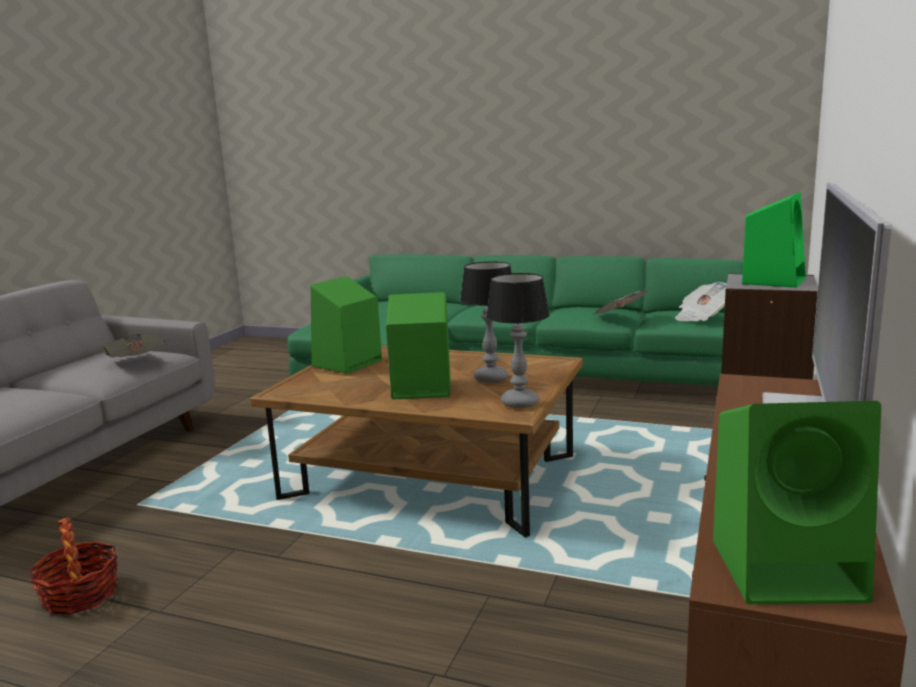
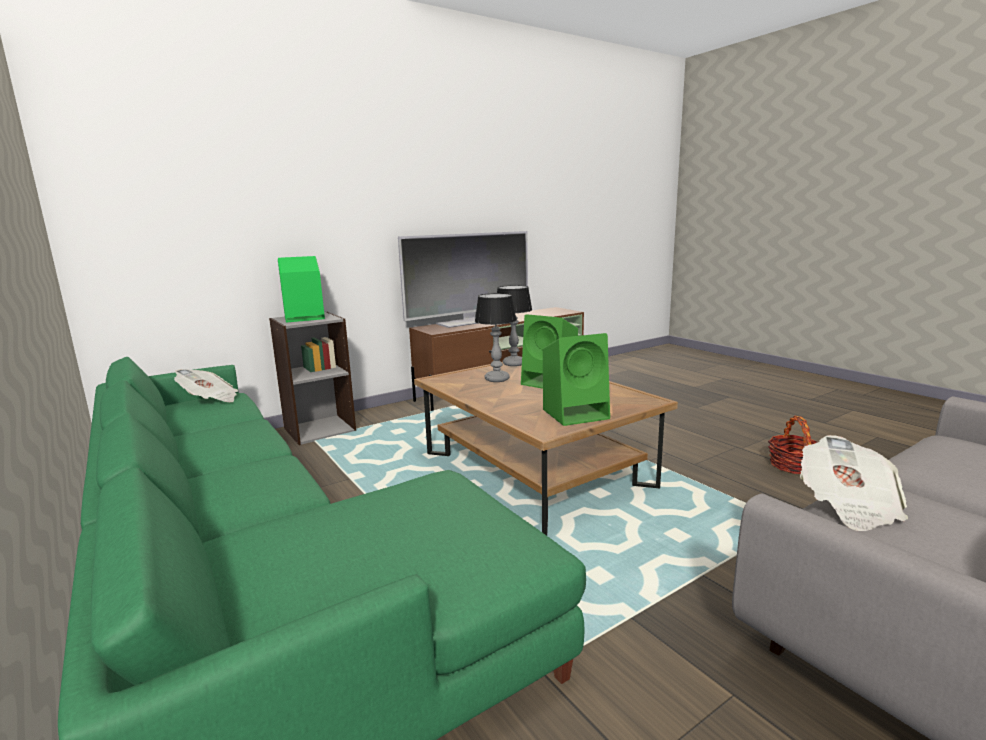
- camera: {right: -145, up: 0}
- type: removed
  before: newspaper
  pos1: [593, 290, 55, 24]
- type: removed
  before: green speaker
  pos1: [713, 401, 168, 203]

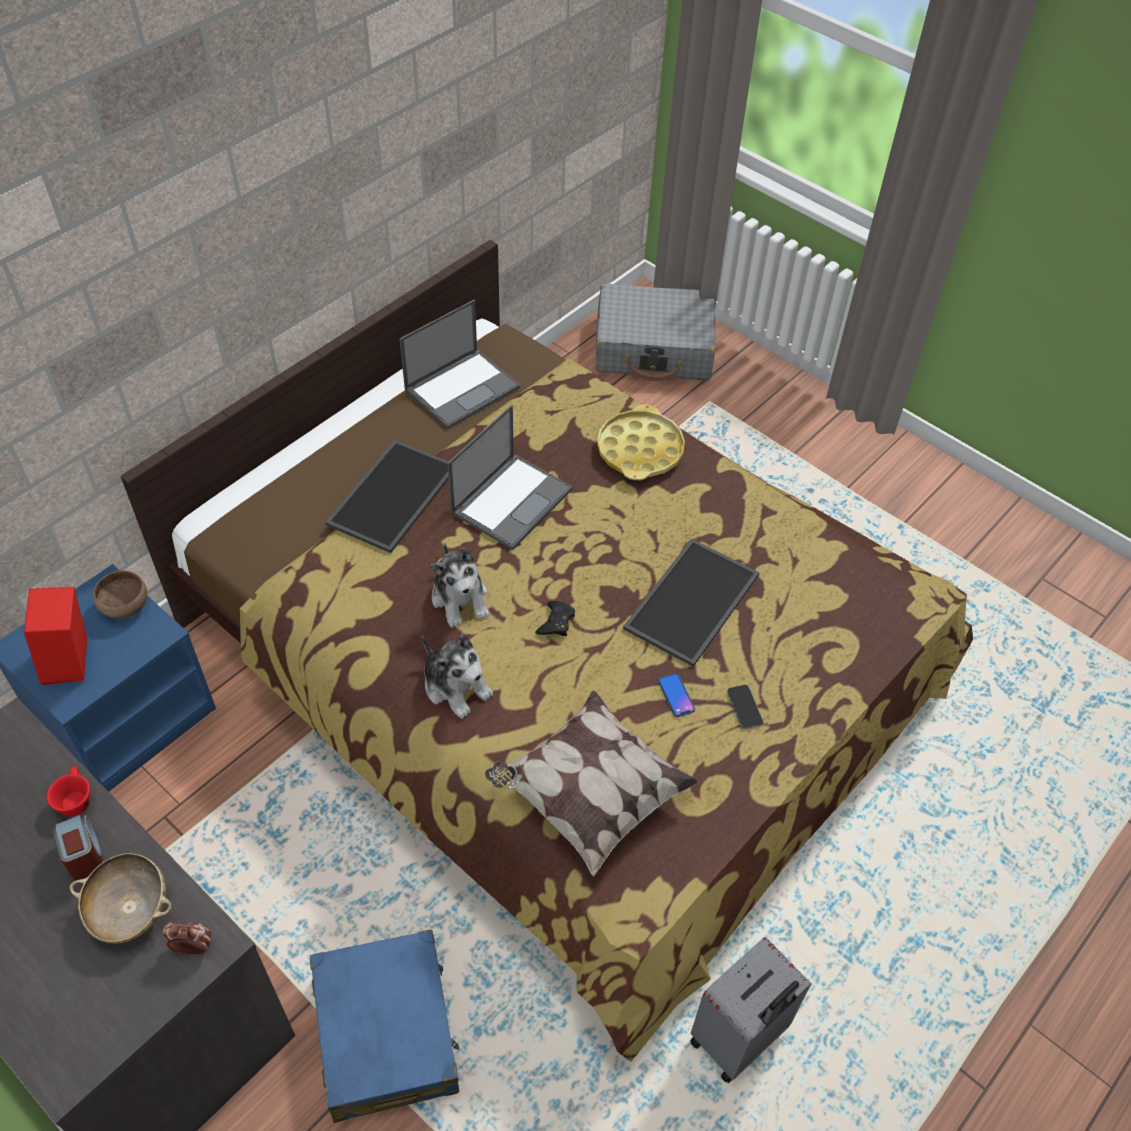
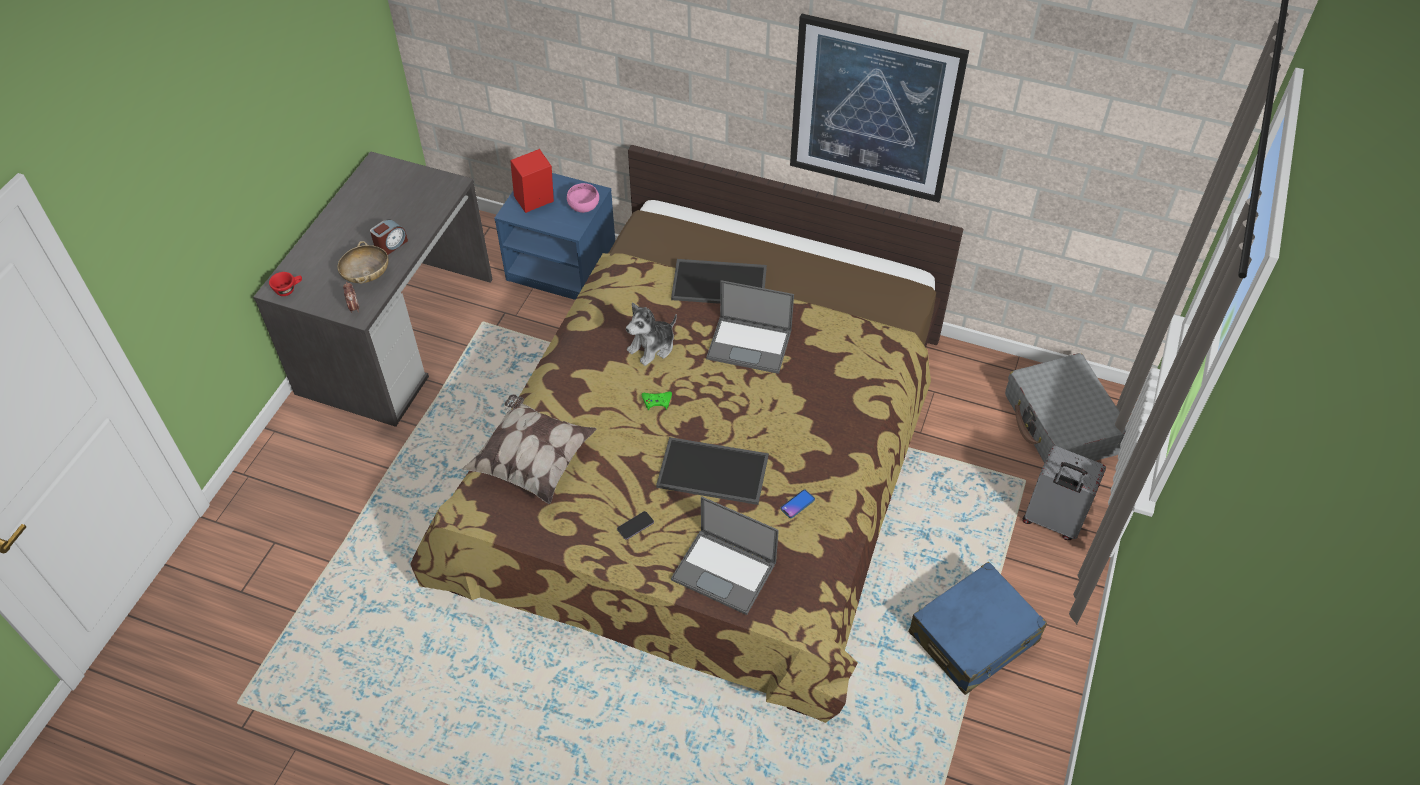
- camera: {right: 70, up: 0}
- type: moved
  before: red cup
  pos1: [47, 766, 44, 50]
  pos2: [269, 272, 33, 24]
- type: recoloured
  before: brown bowl
  after: pink bowl
  pos1: [93, 571, 54, 47]
  pos2: [567, 183, 32, 30]
- type: recoloured
  before: black game controller
  after: green game controller
  pos1: [535, 601, 40, 35]
  pos2: [642, 391, 30, 19]
- type: moved
  before: laptop
  pos1: [399, 300, 121, 129]
  pos2: [671, 496, 108, 119]
- type: moved
  before: phone
  pos1: [658, 673, 37, 44]
  pos2: [780, 489, 35, 29]
- type: added
  after: picture
  pos2: [790, 13, 179, 190]
- type: moved
  before: blue suitcase
  pos1: [310, 930, 149, 193]
  pos2: [909, 561, 138, 134]
- type: moved
  before: grey suitcase
  pos1: [690, 937, 121, 146]
  pos2: [1023, 446, 83, 94]
- type: removed
  before: plush toy
  pos1: [422, 635, 71, 84]
- type: removed
  before: yellow tray
  pos1: [597, 405, 88, 75]

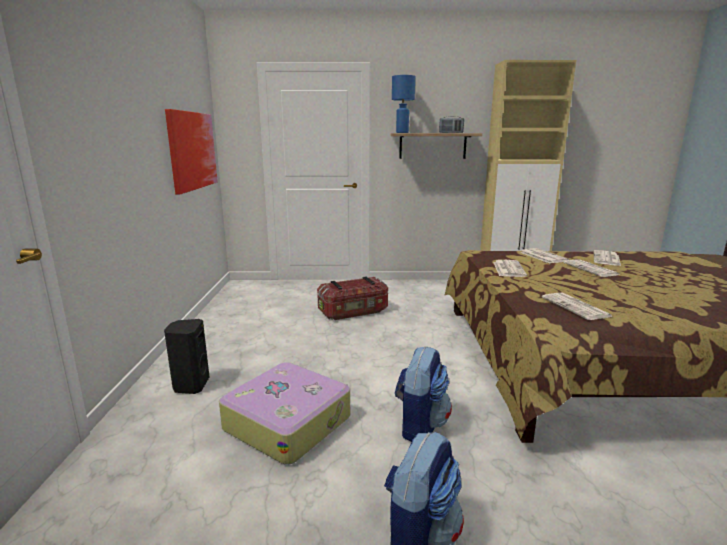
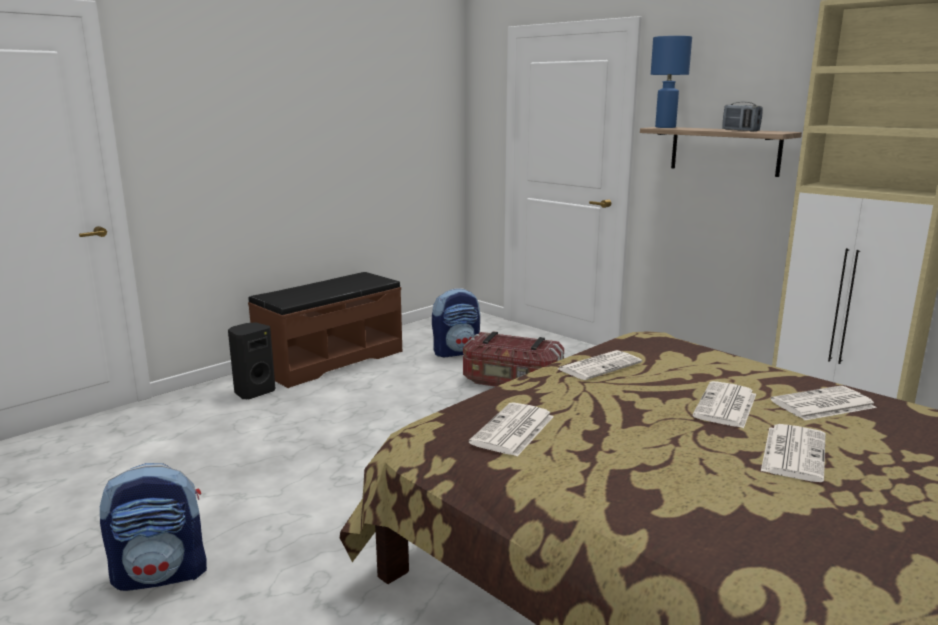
- camera: {right: 45, up: 0}
- type: added
  after: brown bench
  pos2: [248, 272, 154, 116]
- type: moved
  before: backpack
  pos1: [395, 346, 57, 96]
  pos2: [432, 288, 48, 69]
- type: moved
  before: newspaper
  pos1: [520, 248, 49, 15]
  pos2: [761, 424, 64, 58]
- type: removed
  before: picture
  pos1: [165, 109, 53, 86]
- type: removed
  before: suitcase
  pos1: [219, 362, 131, 103]

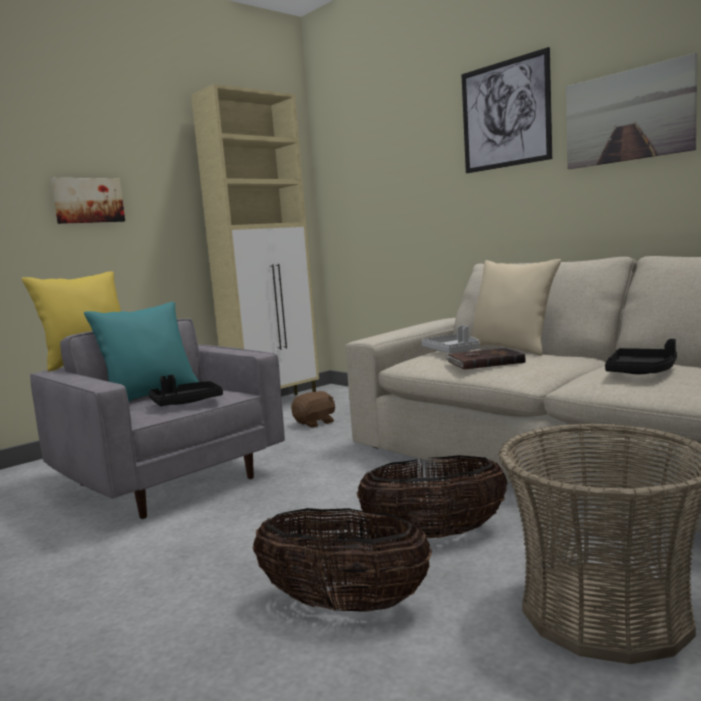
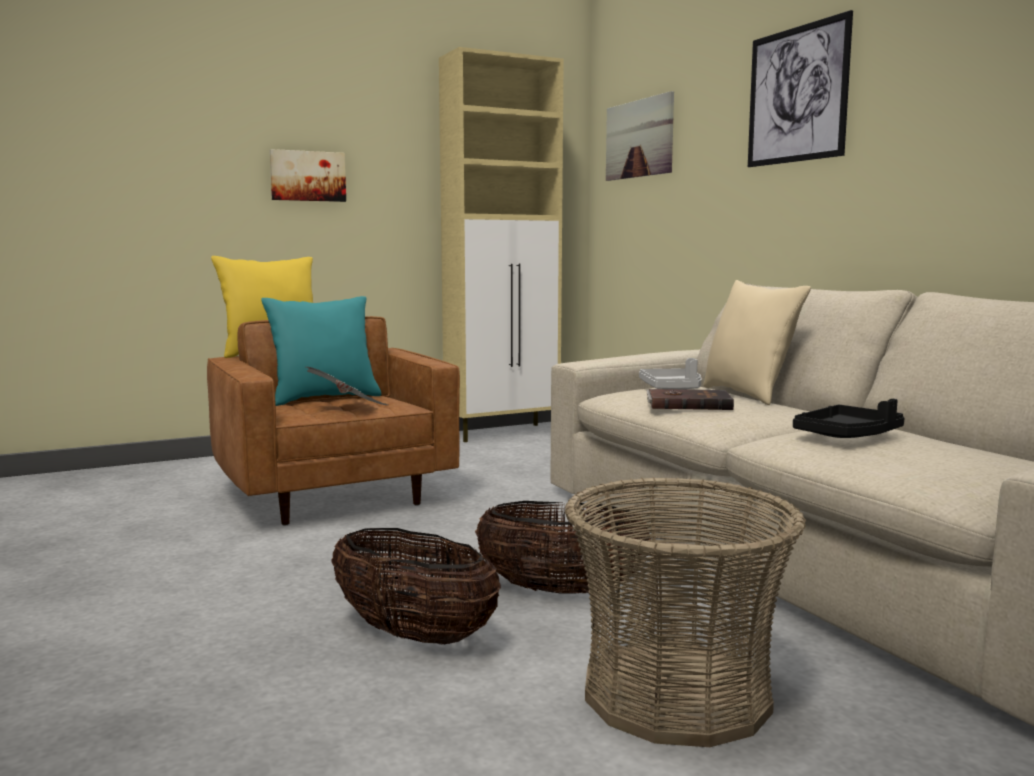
- camera: {right: 15, up: 0}
- type: recoloured
  before: grey armchair
  after: brown armchair
  pos1: [30, 319, 255, 200]
  pos2: [207, 316, 253, 210]
- type: replaced
  before: black tray
  after: newspaper
  pos1: [148, 375, 75, 31]
  pos2: [306, 367, 82, 38]
- type: moved
  before: picture
  pos1: [566, 53, 131, 116]
  pos2: [606, 91, 68, 90]
- type: removed
  before: brown plush toy
  pos1: [291, 391, 44, 37]

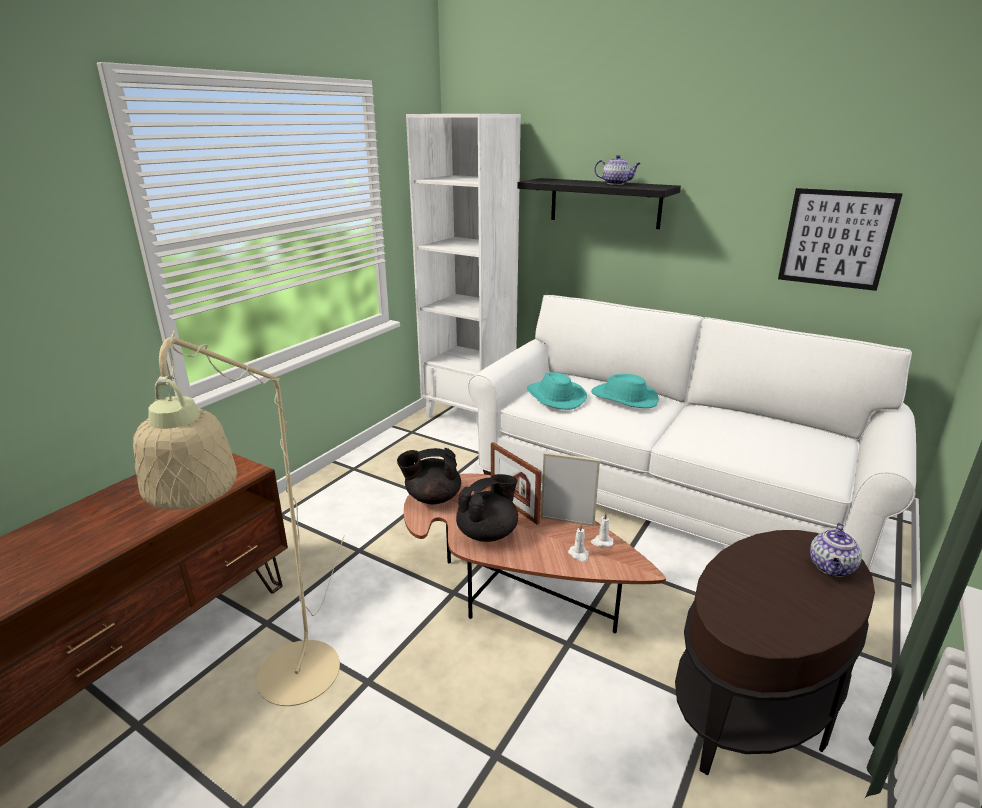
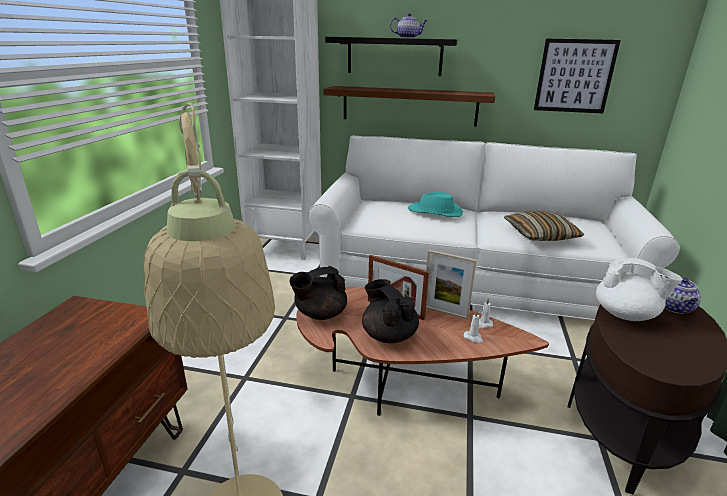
- camera: {right: -20, up: 0}
- type: added
  after: brown shelf
  pos2: [323, 86, 172, 40]
- type: turned
  before: black teapot
  pos1: [456, 474, 62, 68]
  pos2: [362, 279, 57, 64]
  turn: -60
- type: turned
  before: picture frame
  pos1: [541, 452, 59, 74]
  pos2: [426, 250, 51, 69]
  turn: -150
- type: added
  after: pillow
  pos2: [504, 211, 81, 30]
- type: added
  after: white teapot
  pos2: [596, 258, 87, 63]
- type: removed
  before: turquoise hat
  pos1: [527, 372, 60, 38]

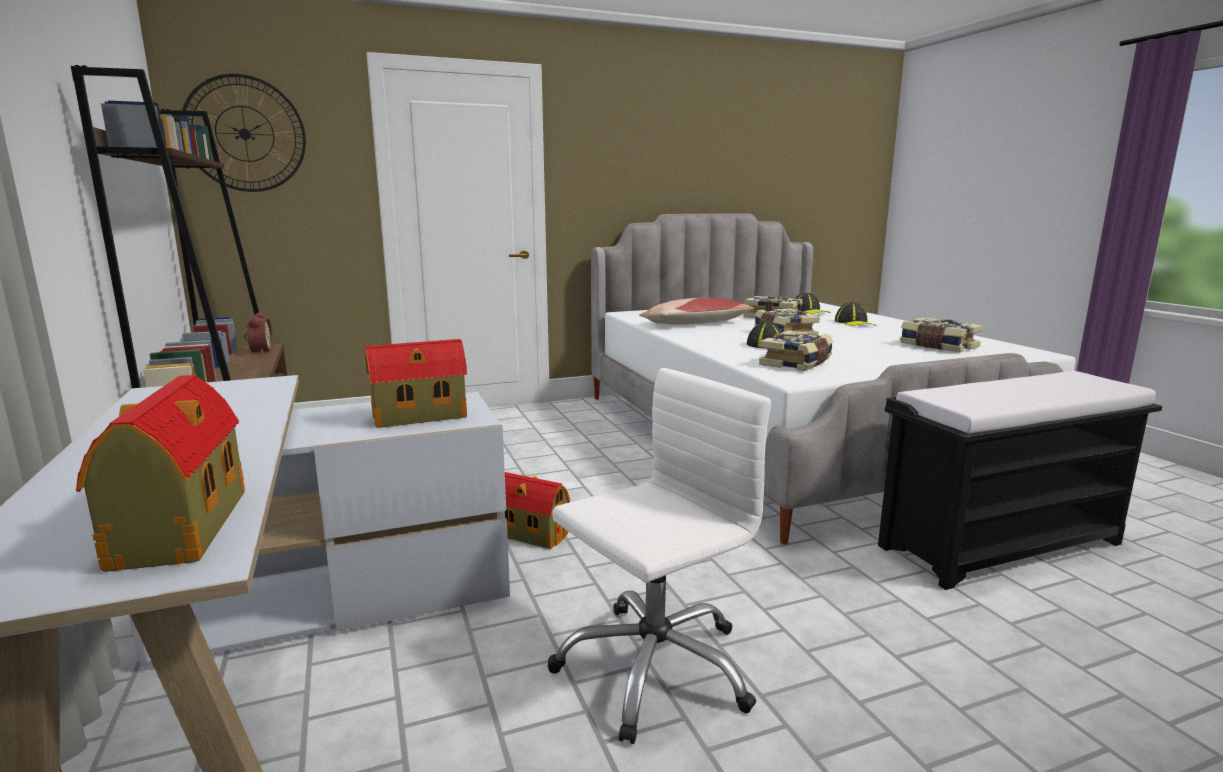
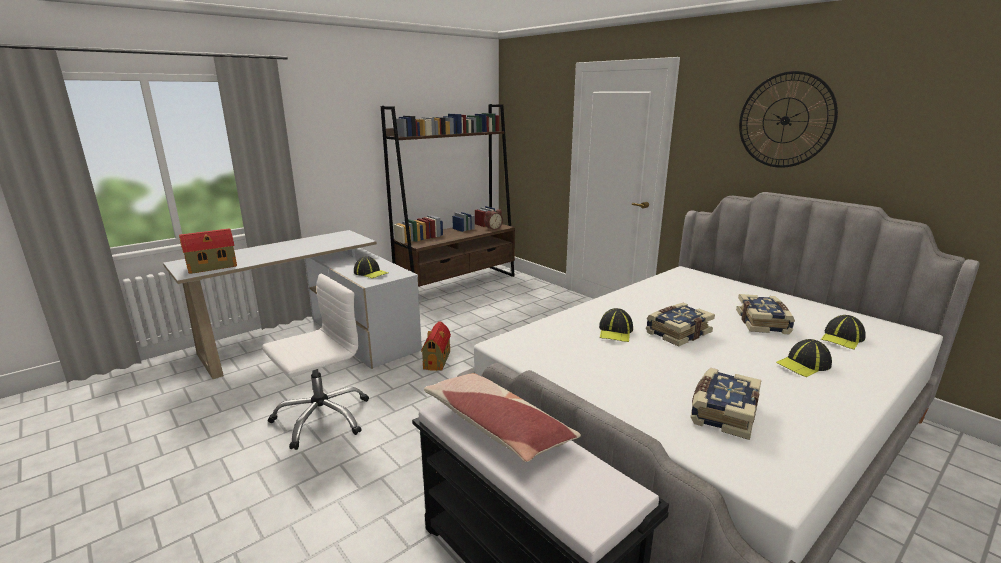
- camera: {right: 70, up: 5}
- type: turned
  before: white office chair
  pos1: [548, 368, 223, 376]
  pos2: [262, 273, 107, 177]
  turn: -75
- type: replaced
  before: toy house
  after: cap
  pos1: [365, 339, 102, 89]
  pos2: [354, 256, 34, 23]
- type: moved
  before: pillow
  pos1: [639, 298, 114, 27]
  pos2: [424, 373, 157, 89]
- type: moved
  before: wall clock
  pos1: [182, 74, 124, 118]
  pos2: [739, 71, 99, 97]
- type: removed
  before: book
  pos1: [759, 330, 74, 41]

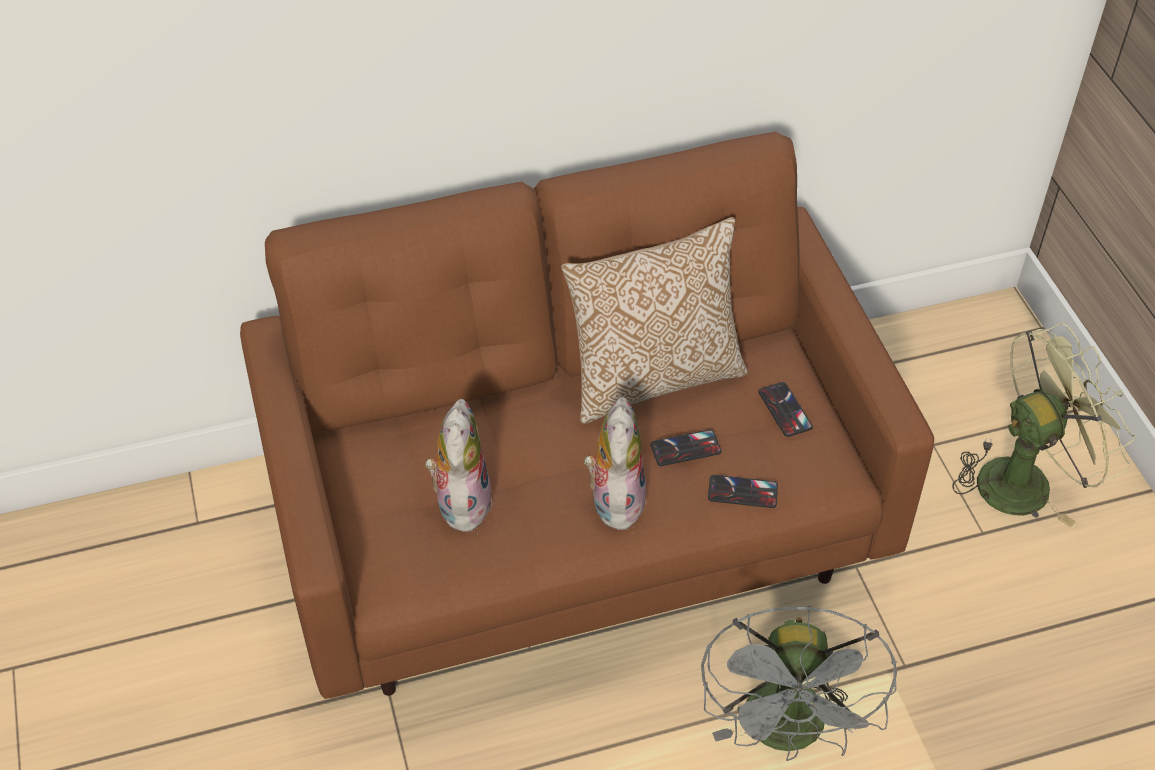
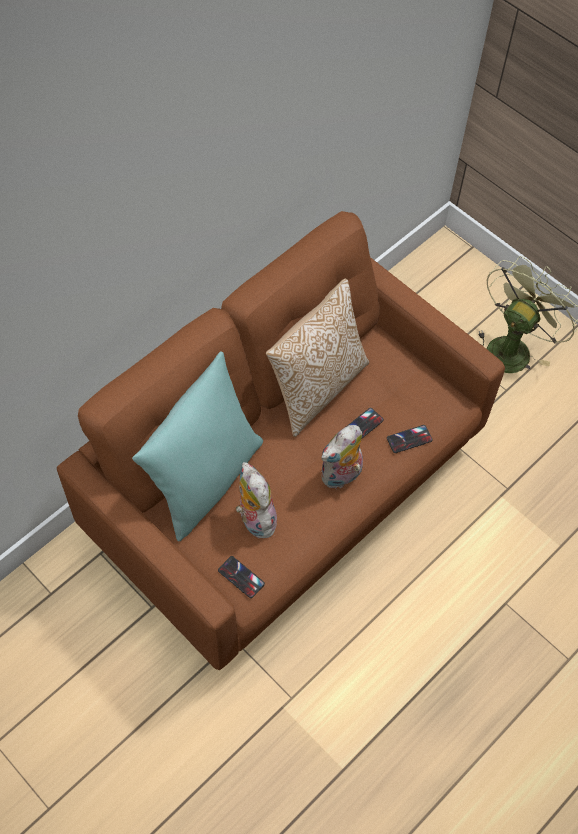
- camera: {right: -30, up: 10}
- type: added
  after: turquoise pillow
  pos2: [132, 351, 131, 191]
- type: moved
  before: phone
  pos1: [758, 382, 55, 55]
  pos2: [218, 556, 47, 42]
- type: turned
  before: plush toy
  pos1: [584, 397, 62, 133]
  pos2: [321, 425, 42, 63]
  turn: -105
- type: removed
  before: grey fan
  pos1: [701, 606, 196, 155]

